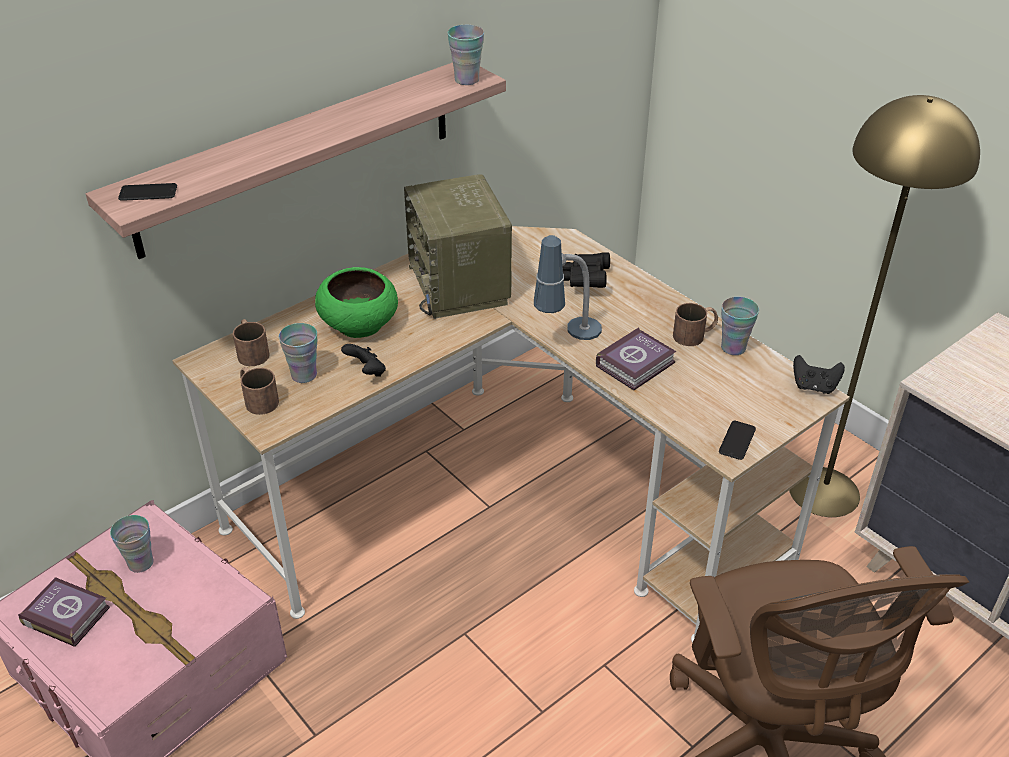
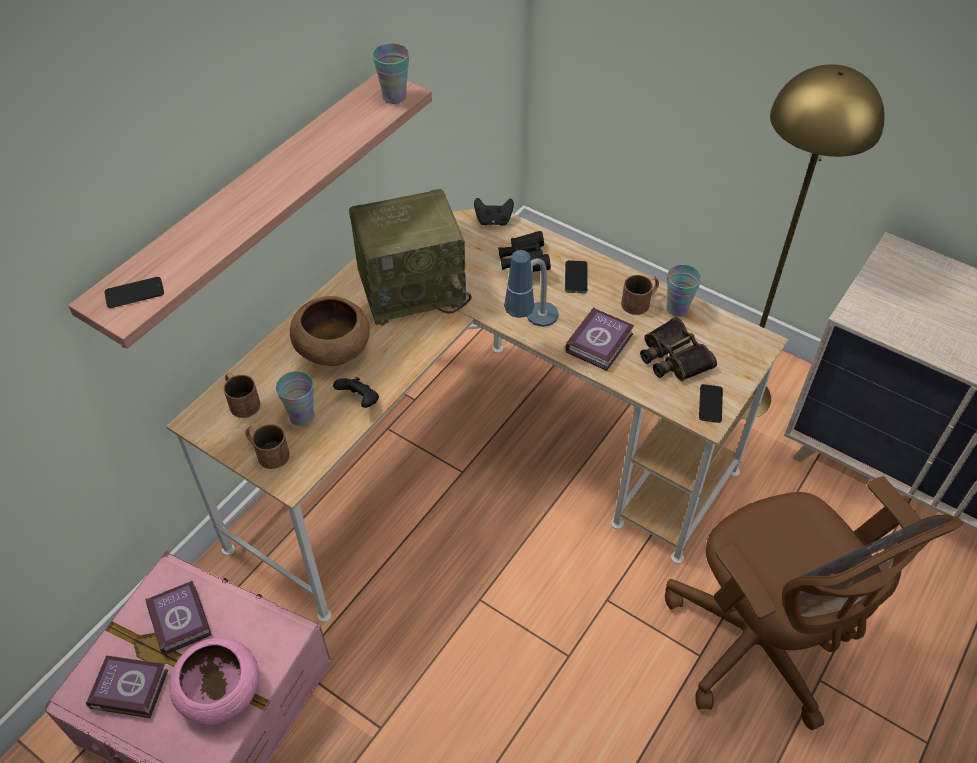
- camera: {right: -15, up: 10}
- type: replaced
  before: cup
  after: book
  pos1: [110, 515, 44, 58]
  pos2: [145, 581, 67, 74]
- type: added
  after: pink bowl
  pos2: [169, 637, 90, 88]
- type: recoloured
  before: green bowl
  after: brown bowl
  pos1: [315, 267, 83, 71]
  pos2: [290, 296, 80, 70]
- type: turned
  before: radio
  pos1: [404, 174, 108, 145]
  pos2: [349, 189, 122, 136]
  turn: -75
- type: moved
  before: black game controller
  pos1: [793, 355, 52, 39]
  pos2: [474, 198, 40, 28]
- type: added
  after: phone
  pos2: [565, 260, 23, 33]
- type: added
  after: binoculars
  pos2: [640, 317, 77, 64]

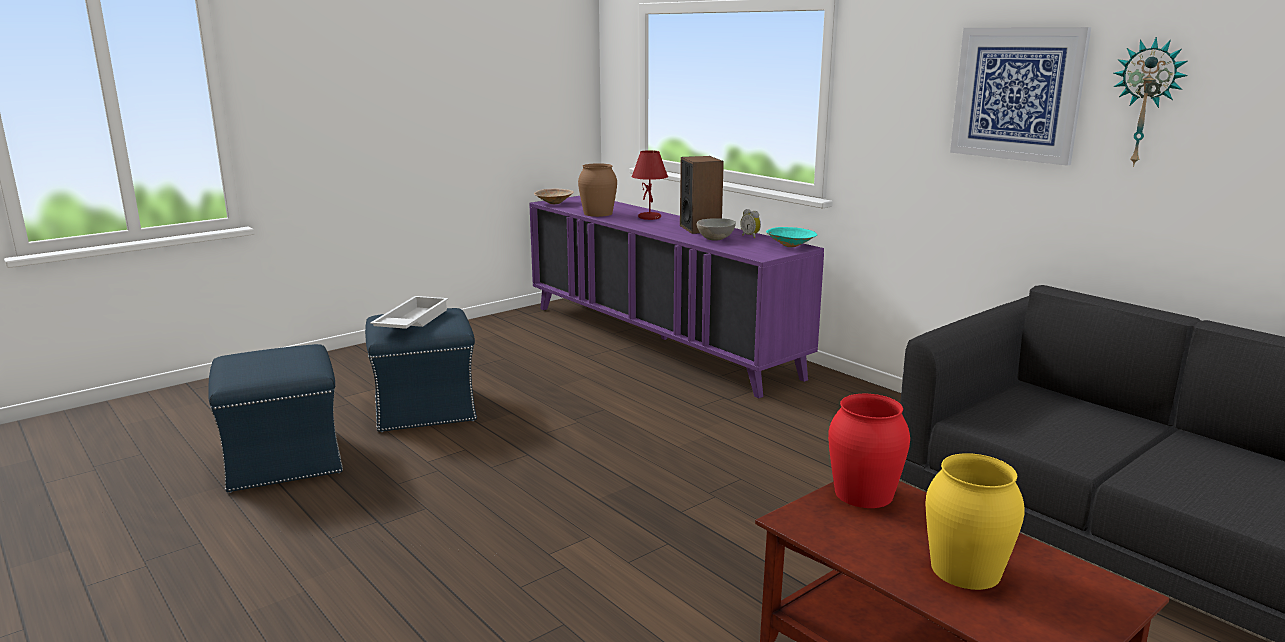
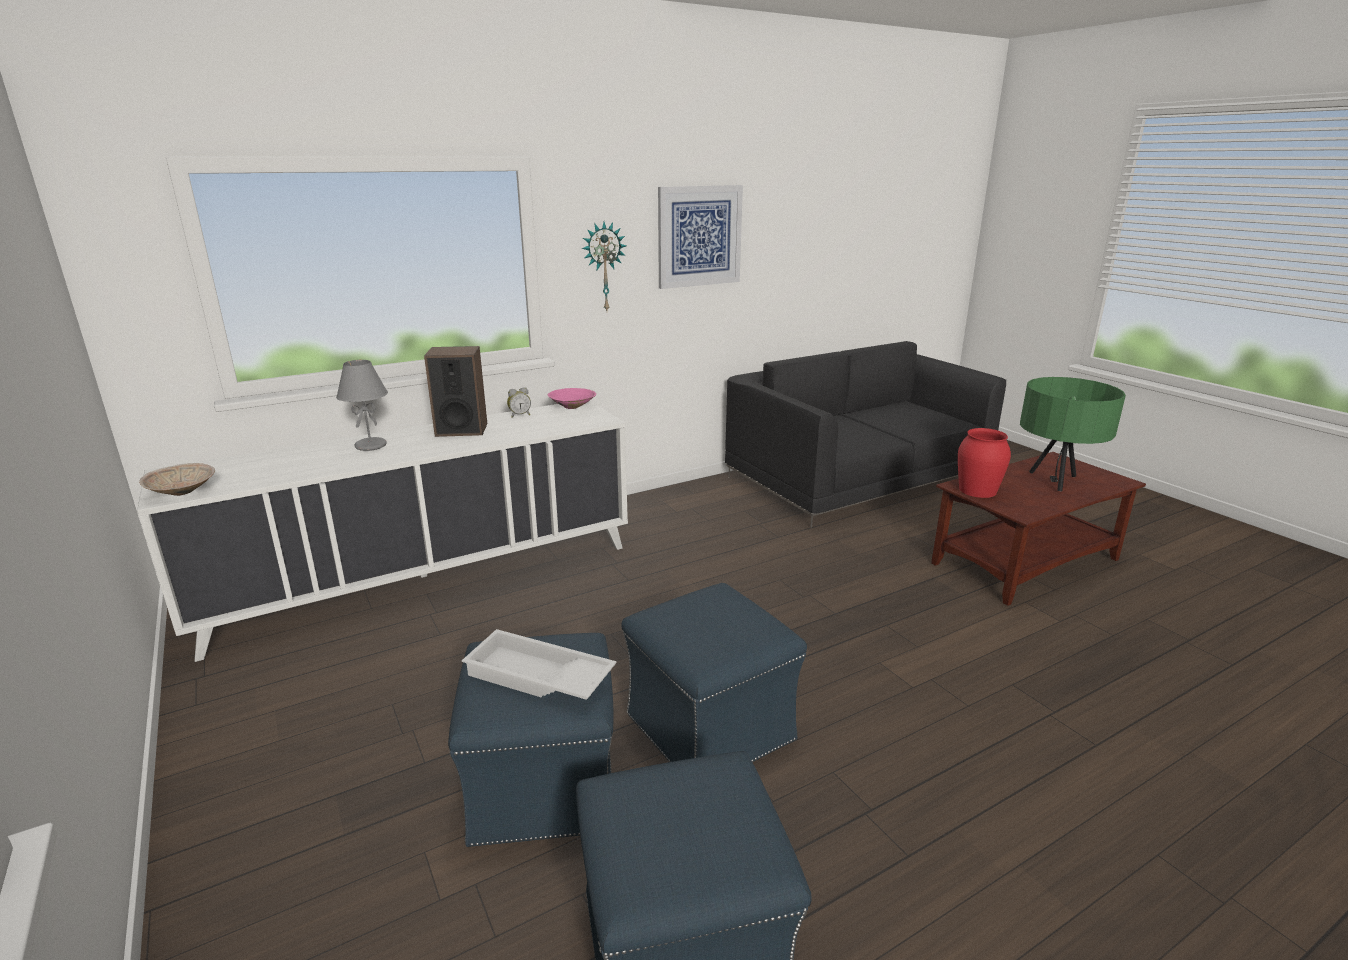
- camera: {right: -80, up: 5}
- type: recoloured
  before: purple cabinet
  after: white cabinet
  pos1: [529, 196, 295, 202]
  pos2: [137, 401, 491, 261]
- type: recoloured
  before: red table lamp
  after: grey table lamp
  pos1: [632, 150, 36, 70]
  pos2: [336, 360, 52, 91]
- type: recoloured
  before: turquoise bowl
  after: pink bowl
  pos1: [766, 227, 51, 20]
  pos2: [547, 388, 49, 21]
- type: moved
  before: wall clock
  pos1: [1114, 37, 74, 130]
  pos2: [582, 222, 44, 89]
- type: added
  after: blue ottoman
  pos2: [621, 583, 186, 179]
- type: replaced
  before: yellow vase
  after: green table lamp
  pos1: [926, 453, 99, 137]
  pos2: [1020, 377, 106, 114]
- type: removed
  before: brown vase
  pos1: [578, 163, 39, 54]
- type: removed
  before: grey bowl
  pos1: [697, 218, 39, 22]

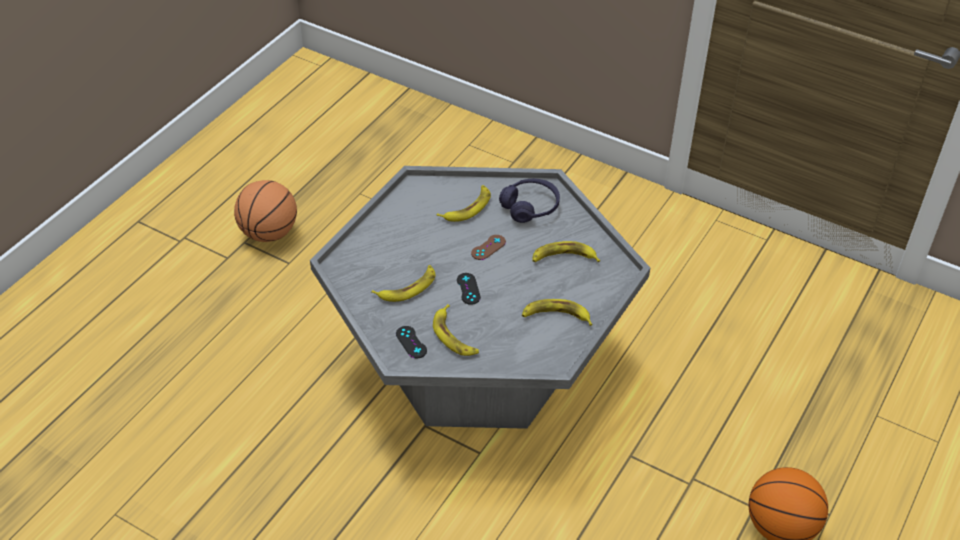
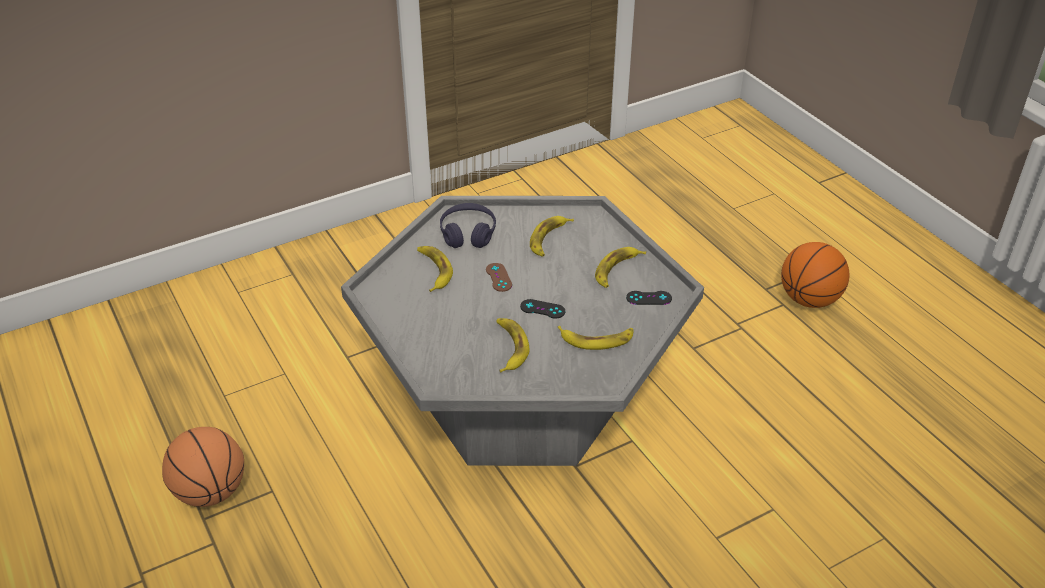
- camera: {right: -60, up: -5}
- type: moved
  before: black game controller
  pos1: [396, 326, 31, 32]
  pos2: [626, 291, 46, 14]

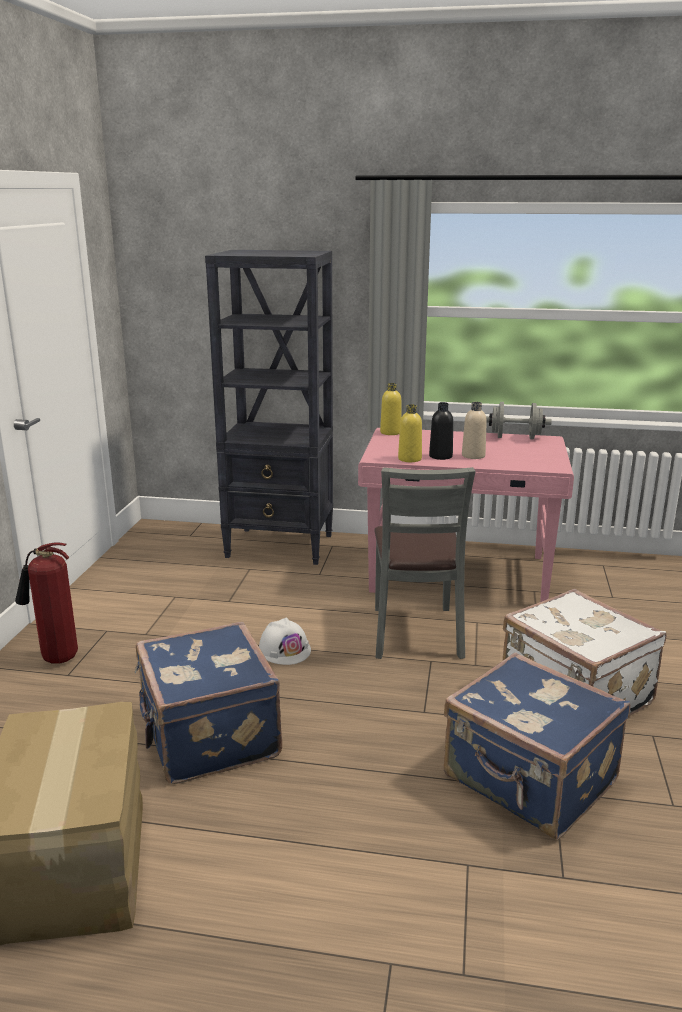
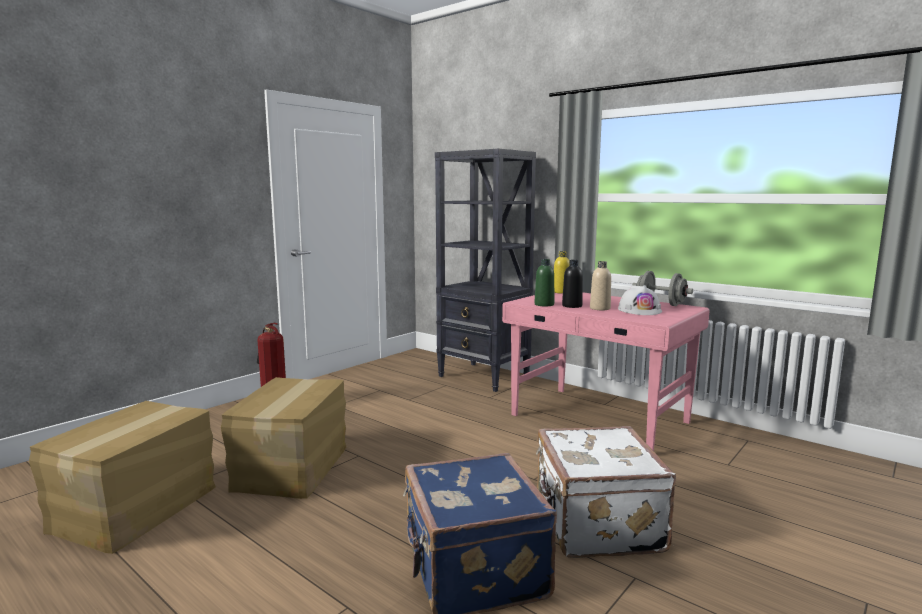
- camera: {right: 30, up: -10}
- type: replaced
  before: blue suitcase
  after: cardboard box
  pos1: [135, 622, 147, 162]
  pos2: [221, 377, 125, 122]
- type: recoloured
  before: yellow bottle
  after: green bottle
  pos1: [398, 404, 24, 58]
  pos2: [534, 259, 20, 47]
- type: moved
  before: white hard hat
  pos1: [259, 618, 52, 47]
  pos2: [618, 285, 44, 30]
- type: removed
  before: grey chair
  pos1: [374, 467, 102, 192]

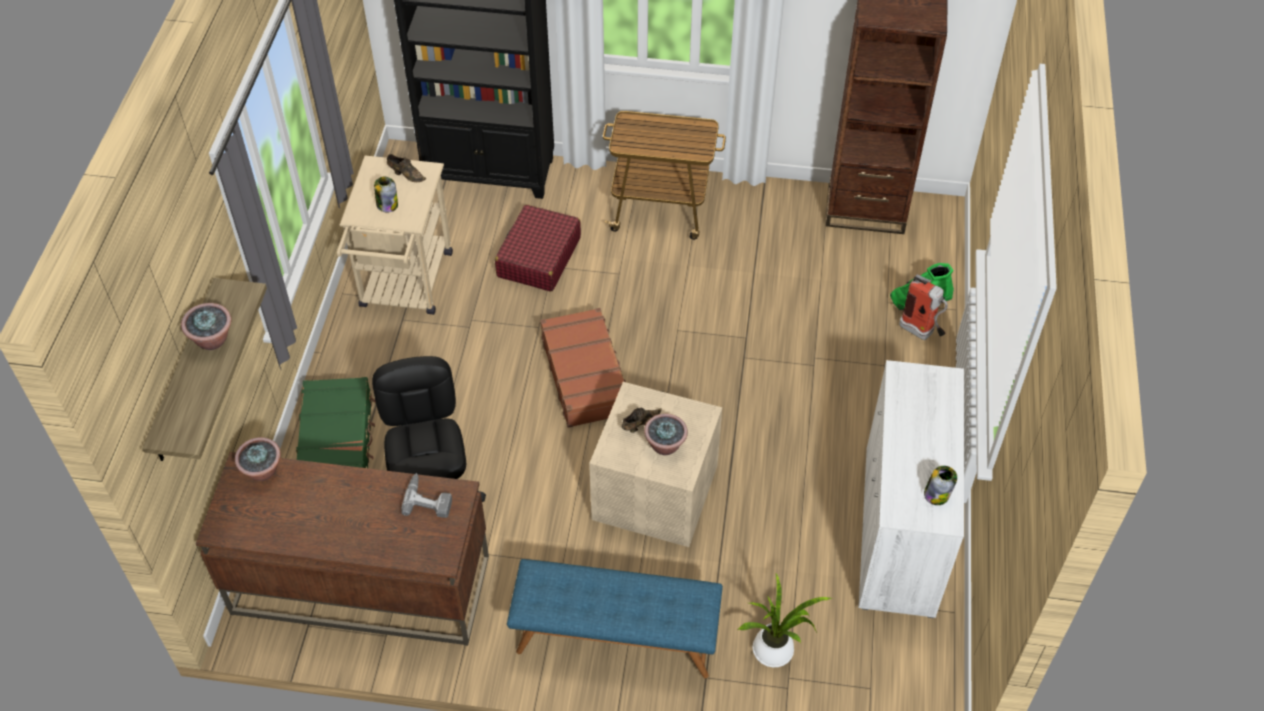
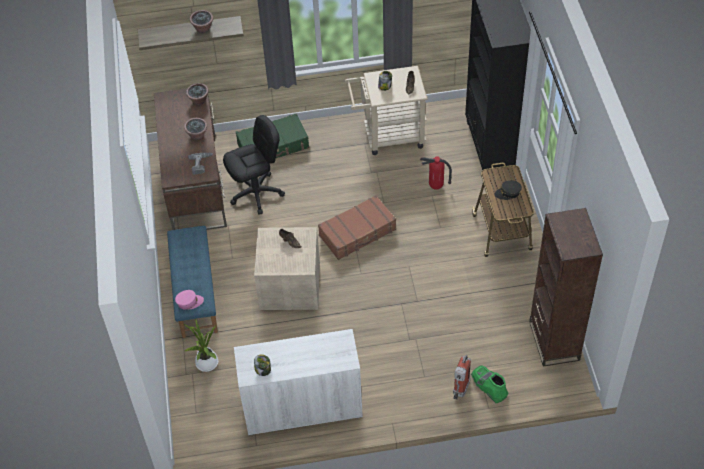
- camera: {right: 75, up: 0}
- type: added
  after: pink cap
  pos2: [175, 290, 29, 20]
- type: moved
  before: potted plant
  pos1: [644, 414, 44, 41]
  pos2: [184, 118, 23, 22]
- type: replaced
  before: red suitcase
  after: fire extinguisher
  pos1: [495, 205, 86, 87]
  pos2: [420, 156, 32, 34]
- type: added
  after: grey cap
  pos2: [495, 180, 27, 20]

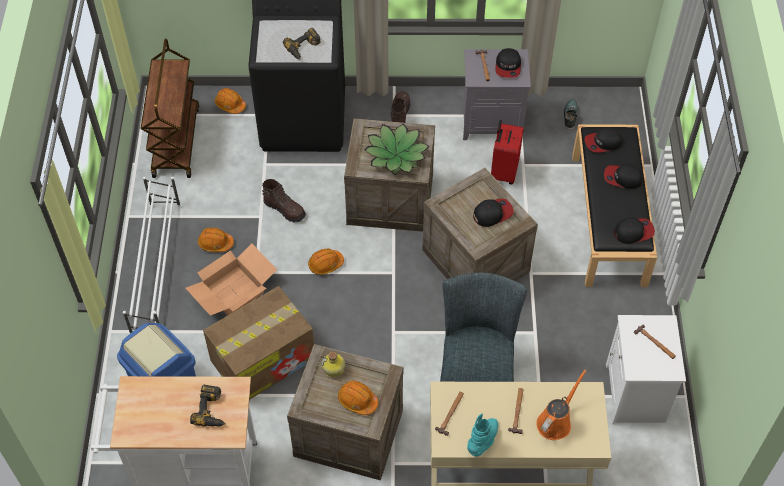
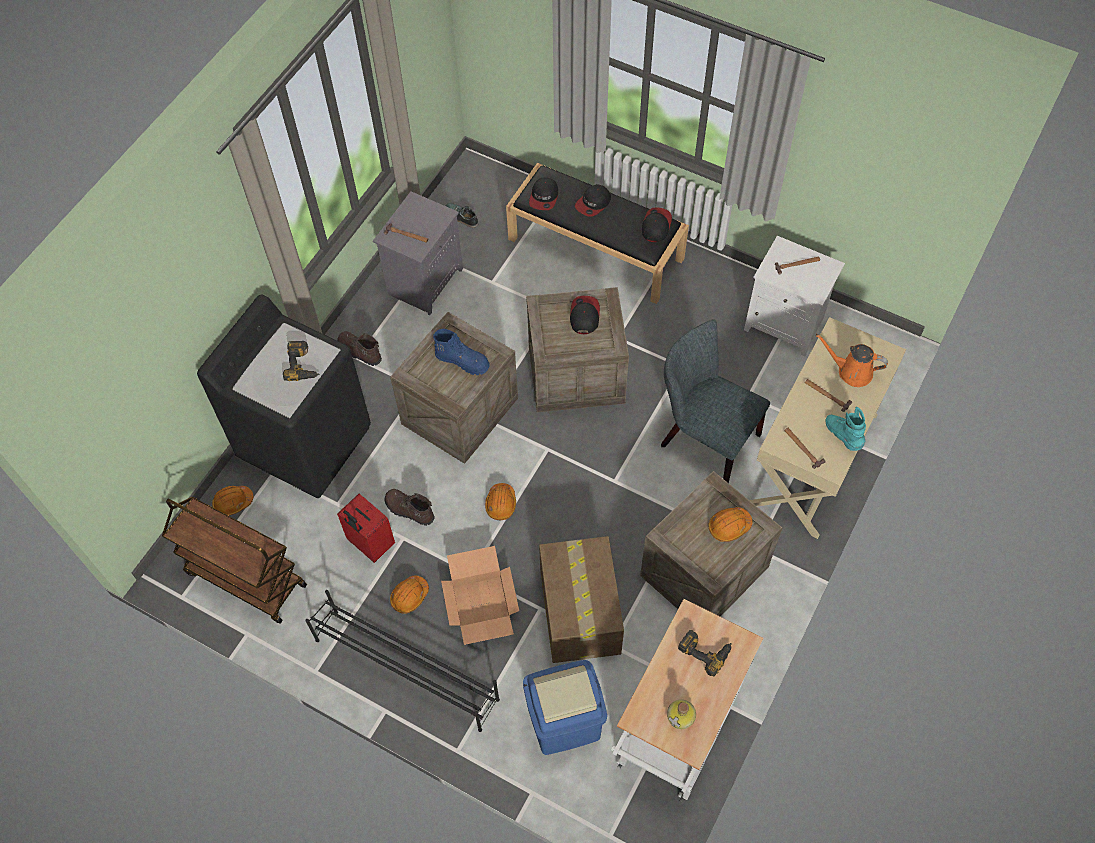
- camera: {right: -60, up: 5}
- type: recoloured
  before: white shoe rack
  after: black shoe rack
  pos1: [123, 177, 58, 156]
  pos2: [305, 590, 195, 142]
- type: moved
  before: red suitcase
  pos1: [491, 120, 33, 64]
  pos2: [337, 494, 58, 69]
- type: turned
  before: brown boot
  pos1: [262, 179, 44, 44]
  pos2: [384, 489, 51, 37]
  turn: -120
- type: replaced
  before: potted plant
  after: blue boot
  pos1: [365, 123, 64, 52]
  pos2: [433, 329, 57, 46]
- type: moved
  before: bottle
  pos1: [322, 352, 23, 25]
  pos2: [667, 699, 29, 30]
- type: turned
  before: orange watering can
  pos1: [536, 369, 51, 71]
  pos2: [816, 334, 72, 53]
  turn: -45
- type: removed
  before: cap
  pos1: [496, 48, 25, 30]

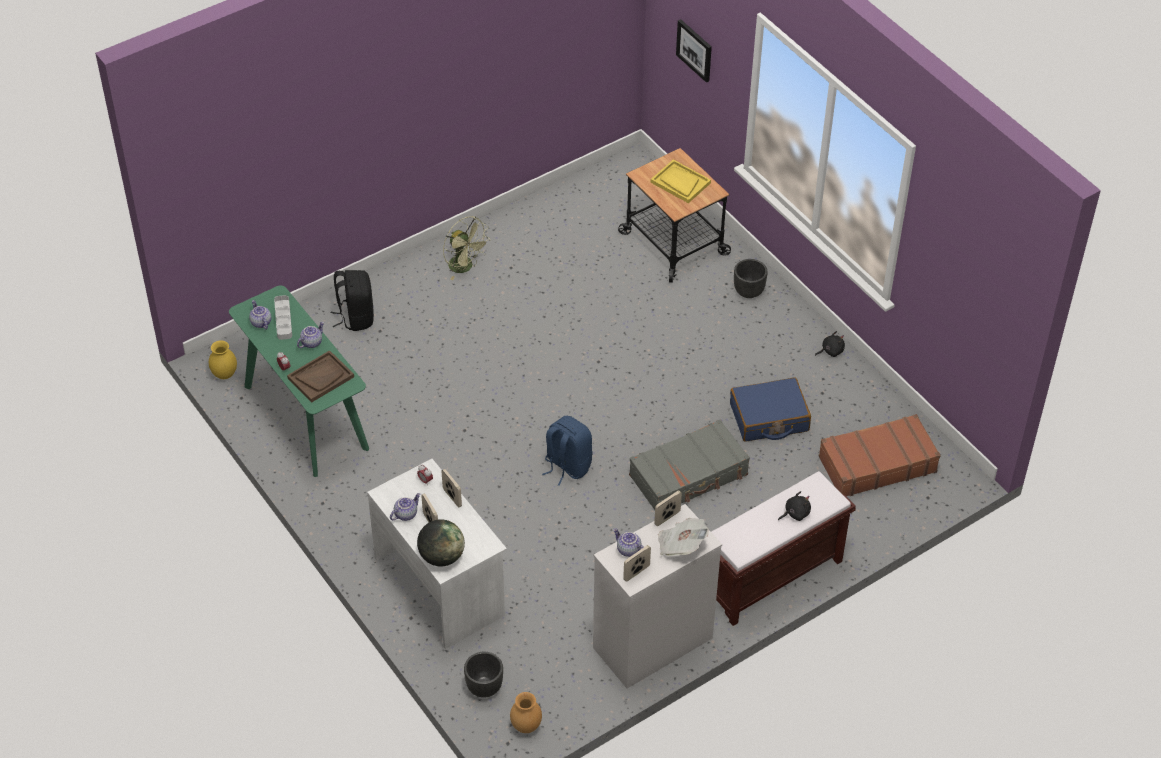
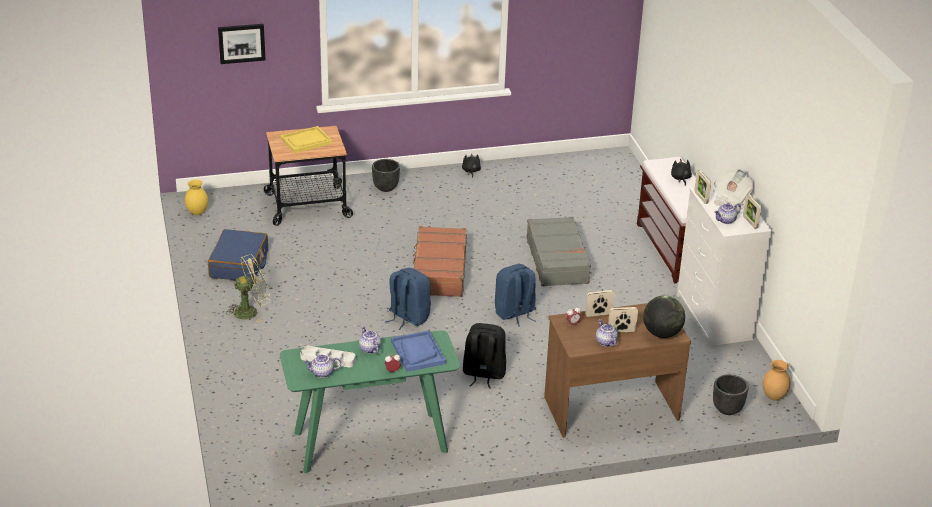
- camera: {right: -70, up: -15}
- type: moved
  before: yellow vase
  pos1: [209, 340, 28, 39]
  pos2: [185, 180, 23, 35]
- type: moved
  before: blue suitcase
  pos1: [730, 377, 81, 65]
  pos2: [208, 229, 60, 51]
- type: added
  after: blue backpack
  pos2: [385, 268, 46, 62]
- type: recoloured
  before: brown tray
  after: blue tray
  pos1: [287, 350, 67, 52]
  pos2: [391, 330, 55, 42]
- type: moved
  before: brown suitcase
  pos1: [819, 414, 122, 82]
  pos2: [413, 226, 54, 71]
- type: moved
  before: black backpack
  pos1: [330, 270, 44, 61]
  pos2: [463, 323, 43, 66]
- type: recoloured
  before: white desk
  after: brown desk
  pos1: [367, 459, 140, 190]
  pos2: [544, 303, 147, 135]

